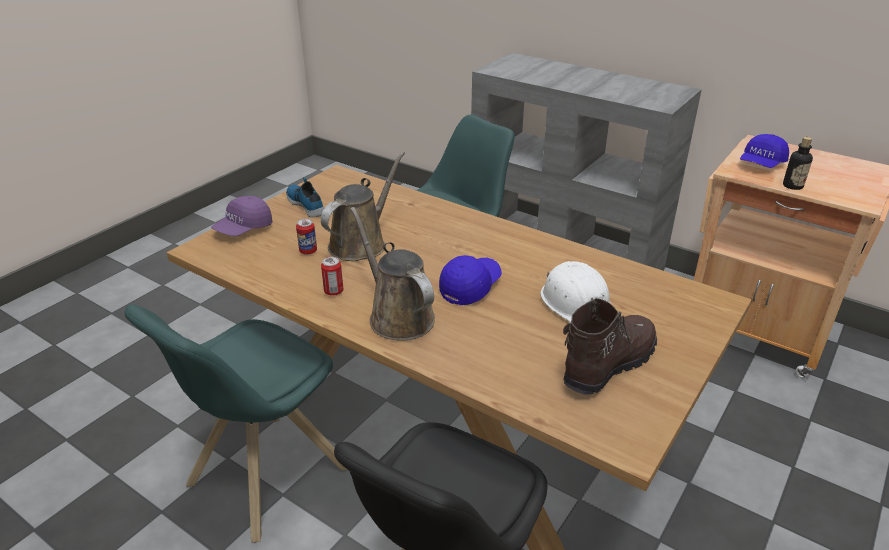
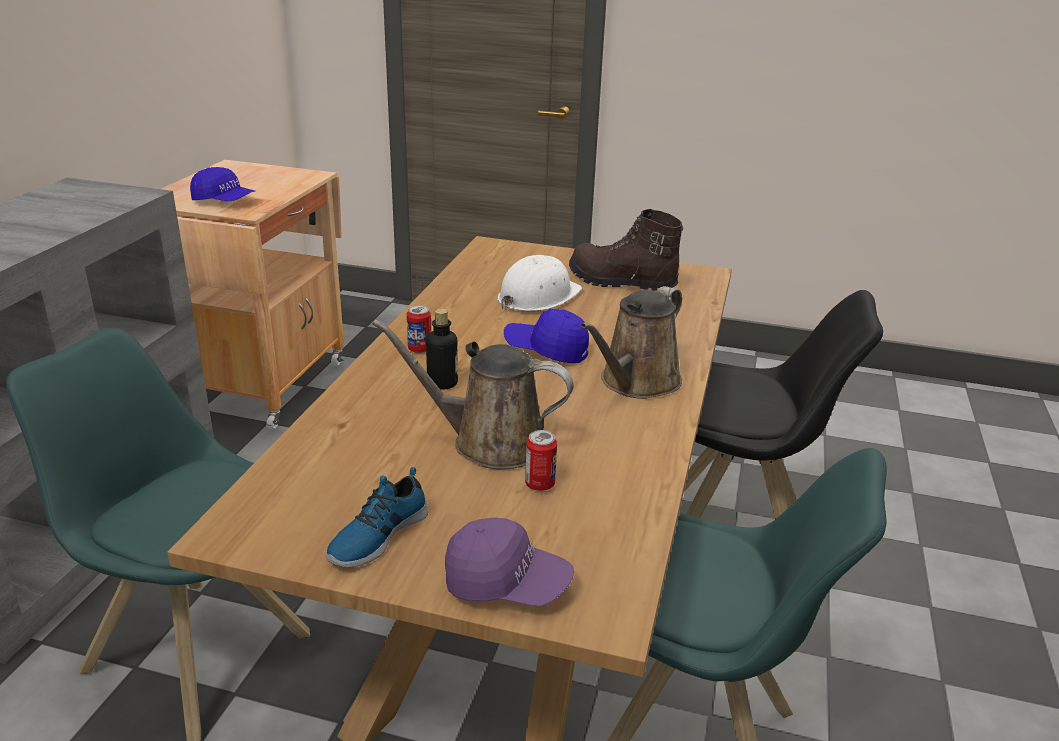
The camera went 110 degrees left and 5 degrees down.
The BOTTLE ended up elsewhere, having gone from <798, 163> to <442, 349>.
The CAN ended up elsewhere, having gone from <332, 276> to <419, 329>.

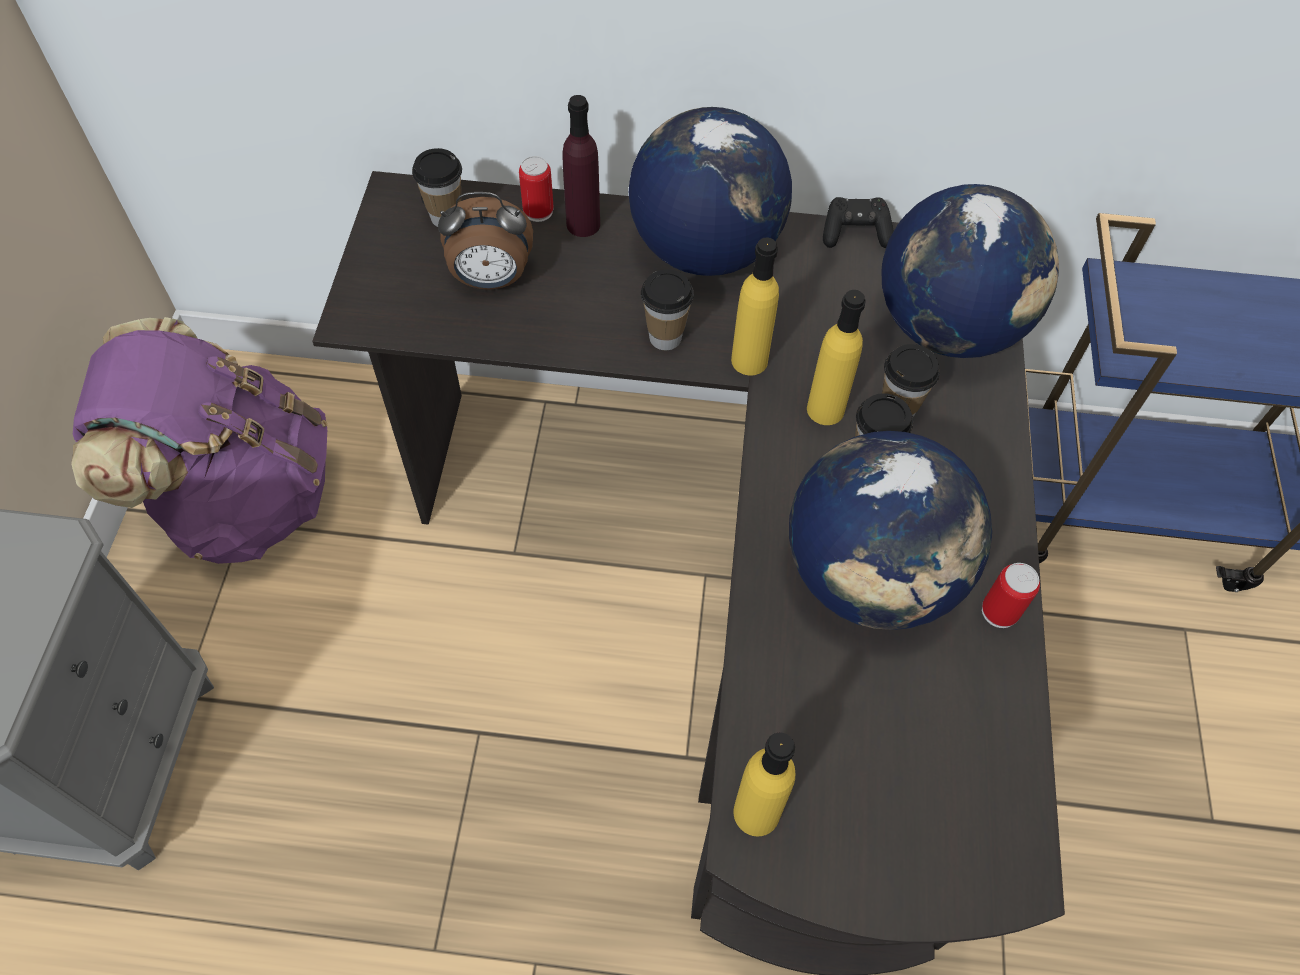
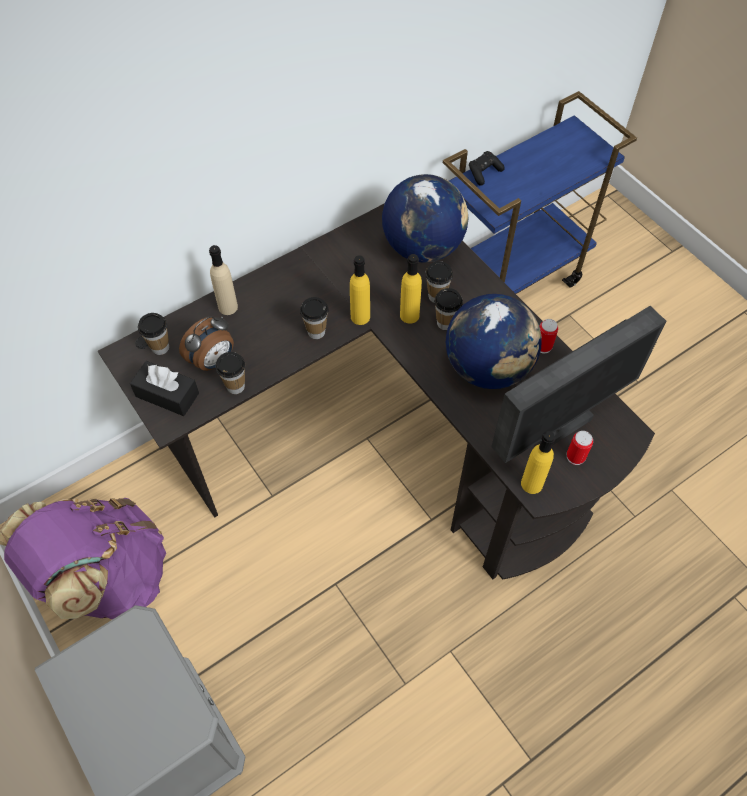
The camera went 40 degrees left and 0 degrees up.
What was the PURPLE BOTTLE at <581, 166> turned into the BEIGE BOTTLE at <223, 280>.
The second view lost the GLOBE at <710, 191>.
The CAN ended up elsewhere, having gone from <536, 189> to <580, 448>.
The BLACK GAME CONTROLLER ended up elsewhere, having gone from <858, 222> to <487, 168>.
The second view gained the MONITOR at <578, 384>.
The second view gained the CUP at <230, 373>.
The second view gained the BLACK TISSUE BOX at <164, 388>.

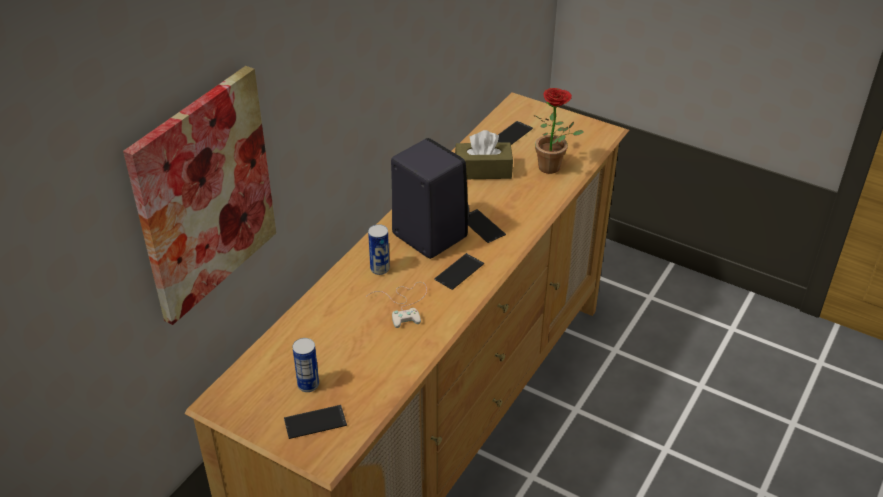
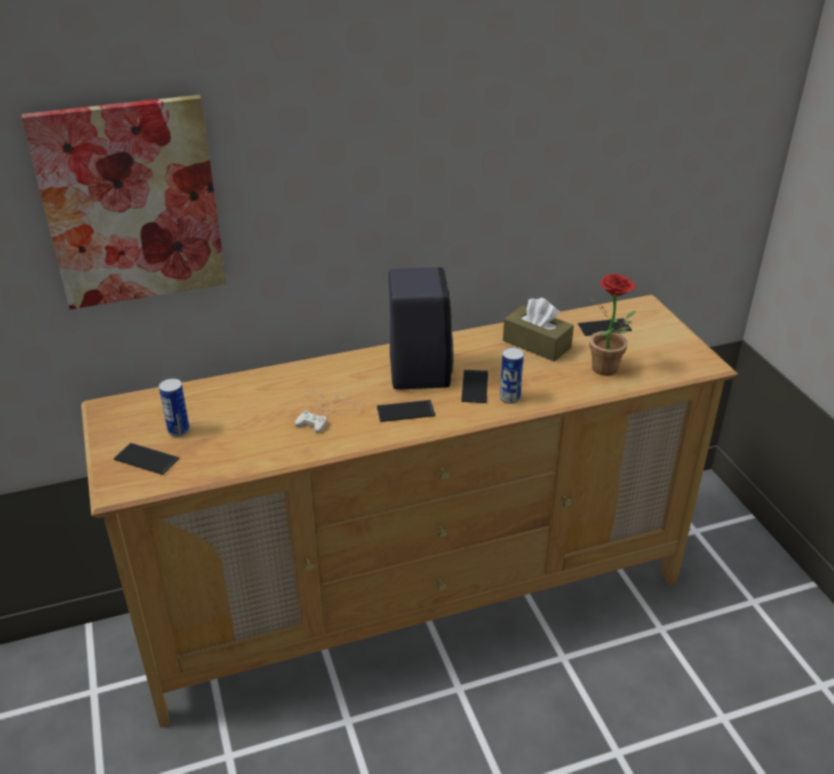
The camera went 40 degrees right and 5 degrees down.
The CAN ended up elsewhere, having gone from <379, 249> to <512, 375>.

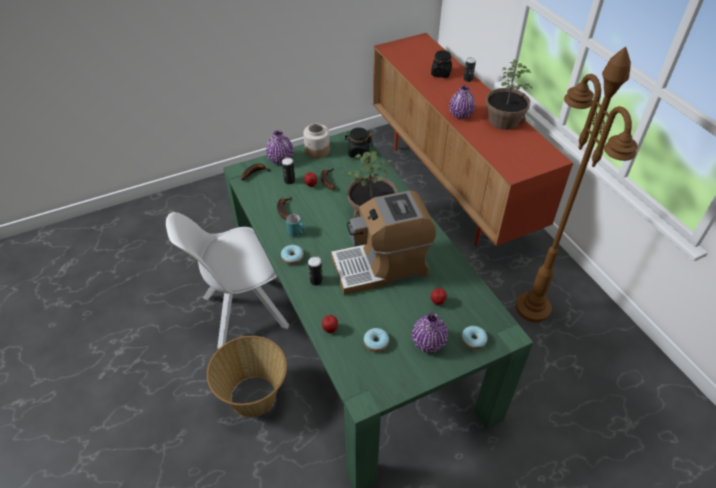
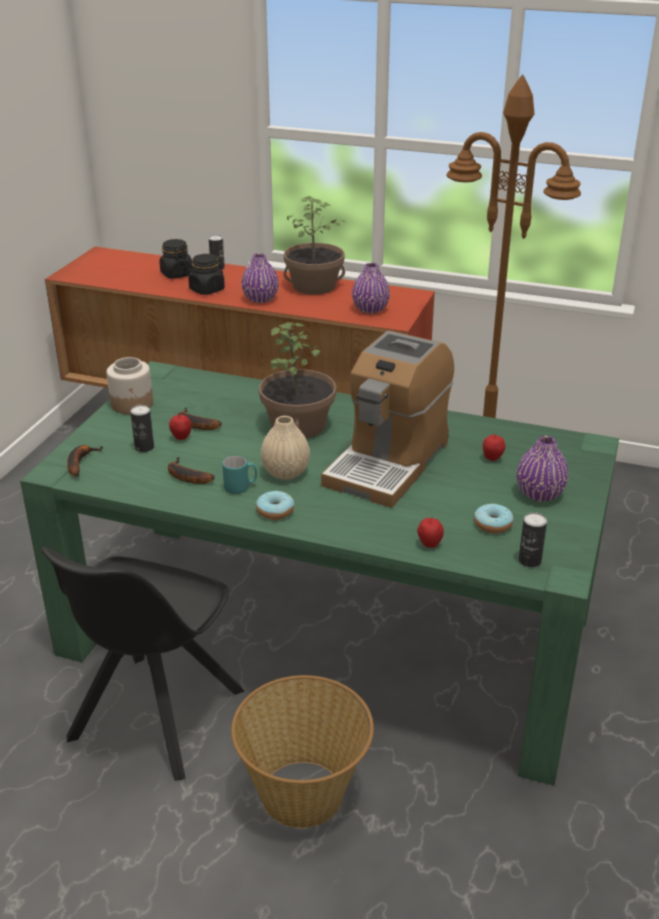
The camera went 45 degrees left and 15 degrees down.
The BLACK JAR ended up elsewhere, having gone from <359, 143> to <206, 274>.
The PURPLE VASE ended up elsewhere, having gone from <280, 147> to <371, 288>.
What was the WHITE CHAIR at <227, 280> turned into the BLACK CHAIR at <143, 663>.
The CAN ended up elsewhere, having gone from <315, 271> to <533, 539>.
The second view lost the DONUT at <474, 337>.
The second view gained the BEIGE VASE at <285, 448>.

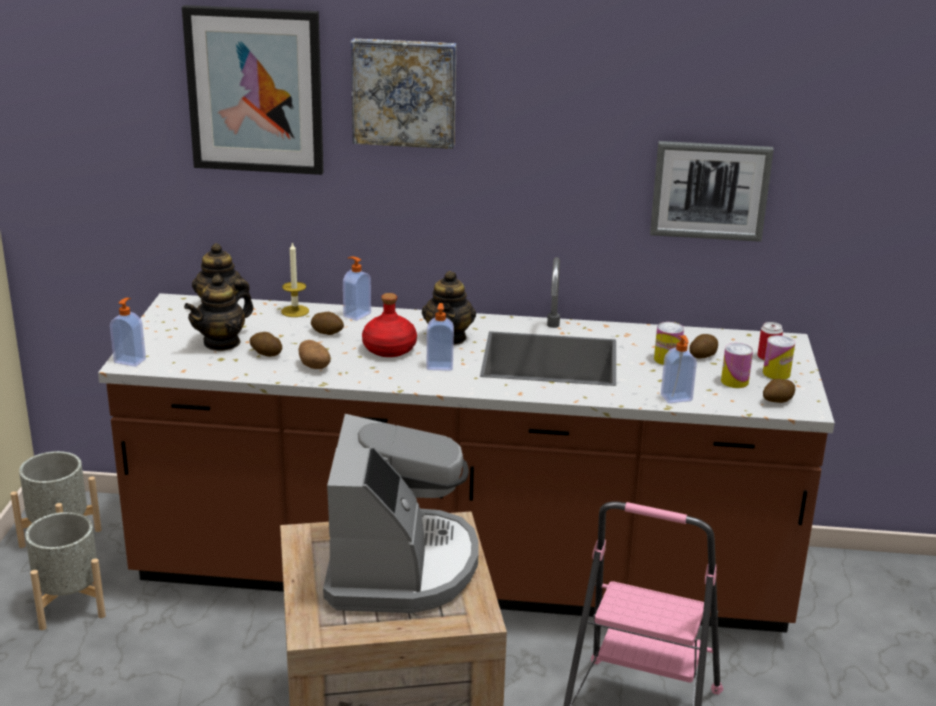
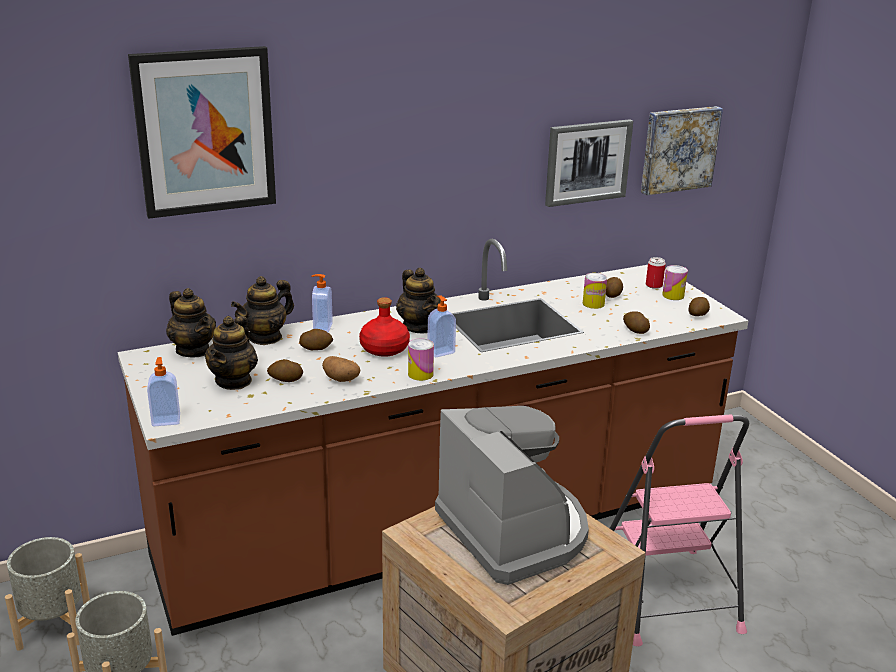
The camera went 30 degrees left and 0 degrees up.
The PICTURE ended up elsewhere, having gone from <403, 93> to <682, 150>.
Where the CANDLE stood at <295, 279>, the TEAPOT came to stand at <262, 310>.
Where the SOAP DISPENSER stood at <679, 369>, the POTATO came to stand at <636, 323>.
The CAN ended up elsewhere, having gone from <737, 365> to <421, 359>.

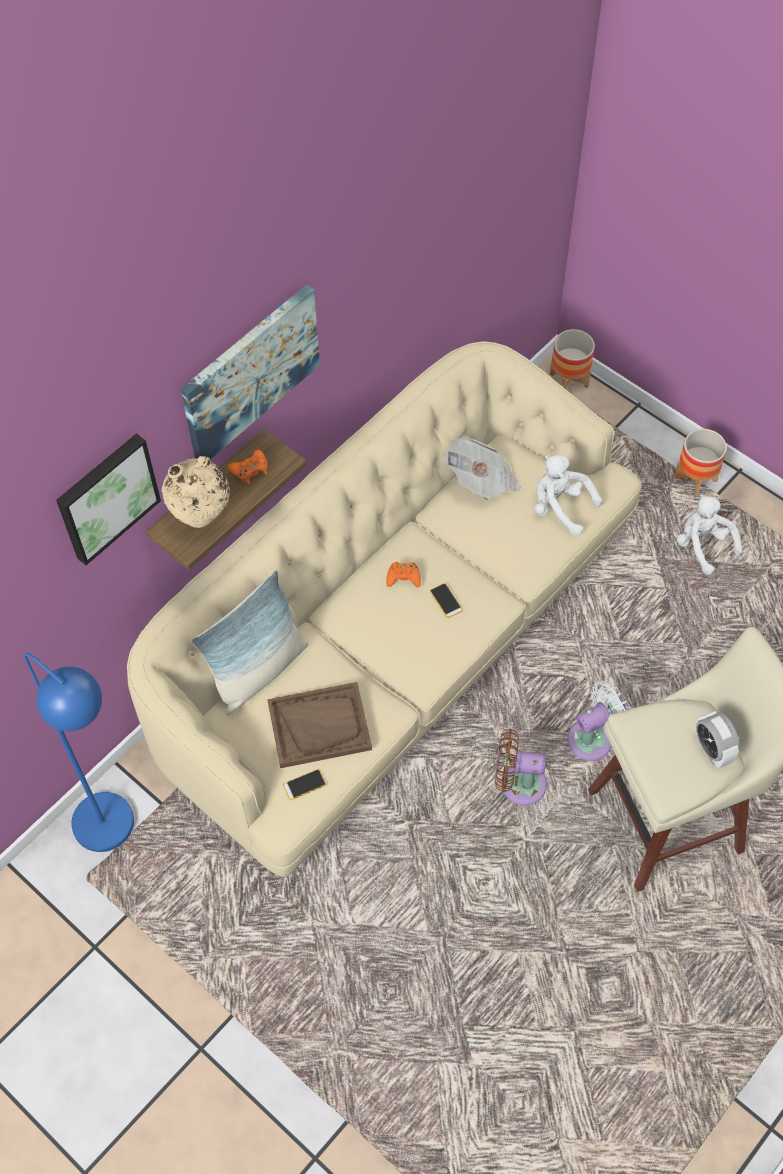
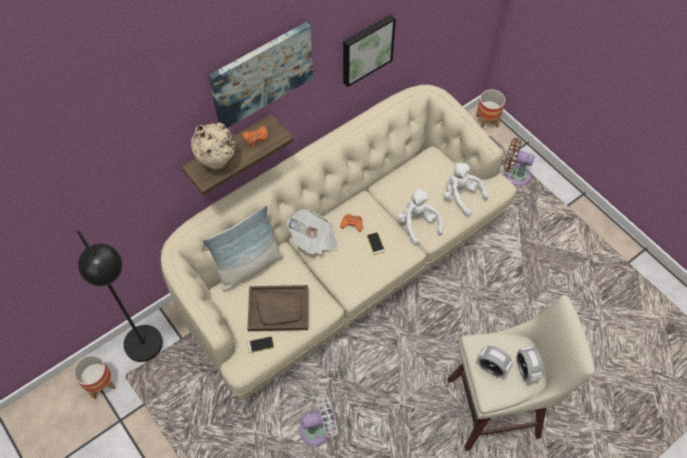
The camera went 10 degrees right and 0 degrees up.
The PLANTER ended up elsewhere, having gone from <700, 462> to <94, 377>.
The PICTURE ended up elsewhere, having gone from <108, 499> to <369, 51>.
The NEWSPAPER ended up elsewhere, having gone from <482, 468> to <313, 232>.
The WHITE PLUSH TOY ended up elsewhere, having gone from <709, 534> to <420, 216>.
What was the BLUE FLOOR LAMP at <78, 752> turned into the BLACK FLOOR LAMP at <120, 296>.
The WHITE FAN ended up elsewhere, having gone from <599, 720> to <318, 420>.
The BROWN FAN ended up elsewhere, having gone from <521, 767> to <519, 162>.
The second view gained the ALARM CLOCK at <495, 362>.

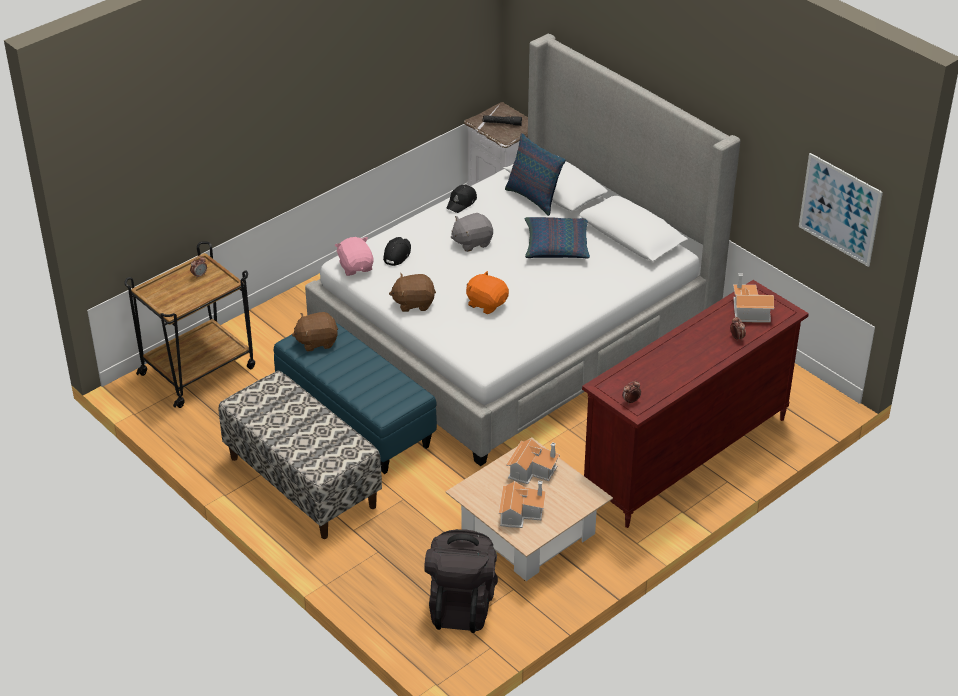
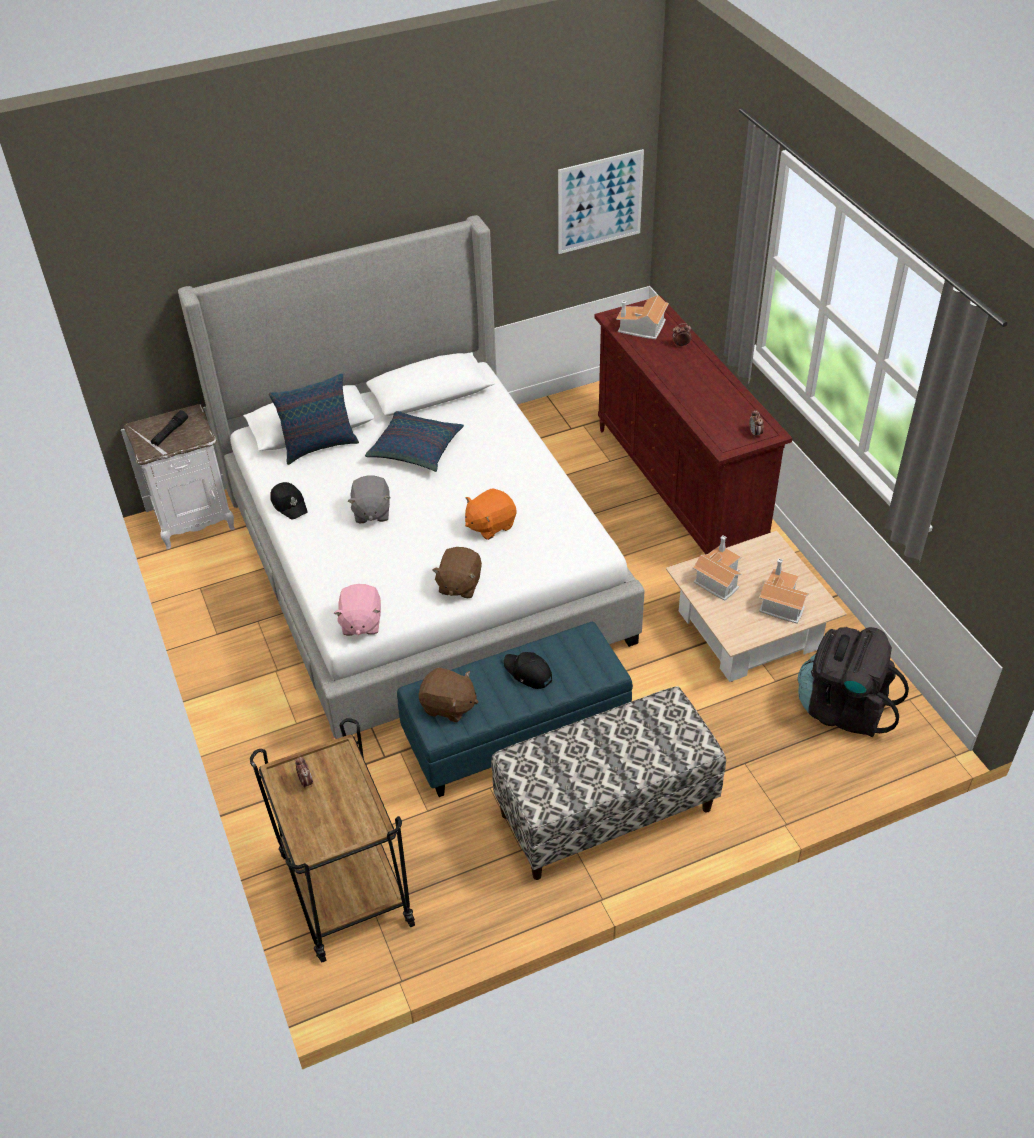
The camera went 70 degrees left and 5 degrees up.
The PINK PLUSH TOY at <354, 256> ended up facing another way, 90 degrees counterclockwise from before.
The BLACK CAP ended up elsewhere, having gone from <397, 251> to <528, 670>.
The BROWN PLUSH TOY at <315, 332> ended up facing another way, 75 degrees counterclockwise from before.

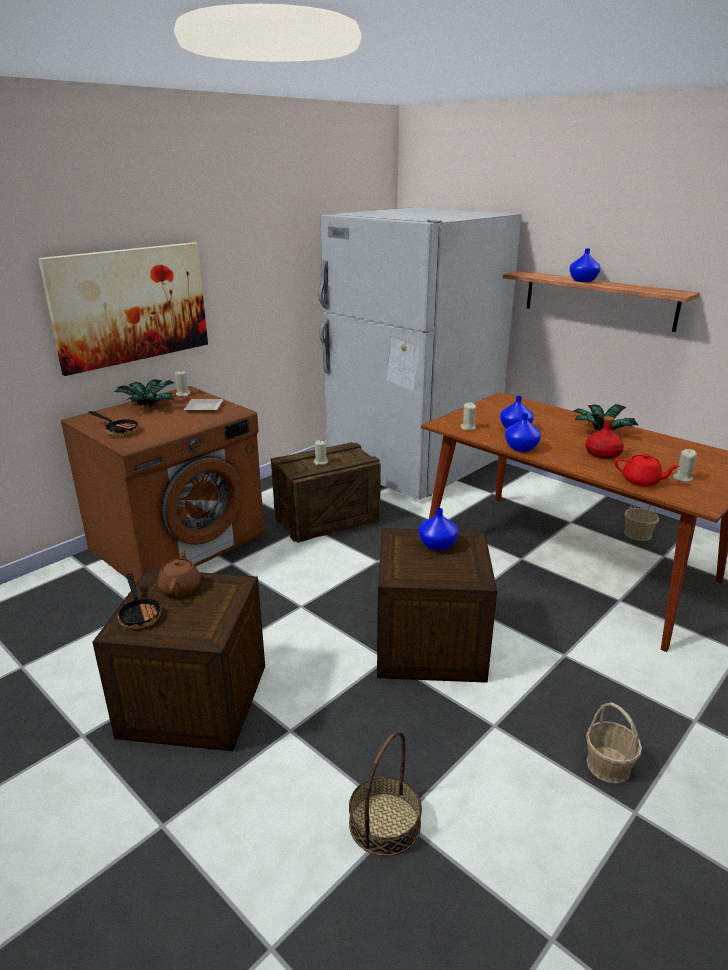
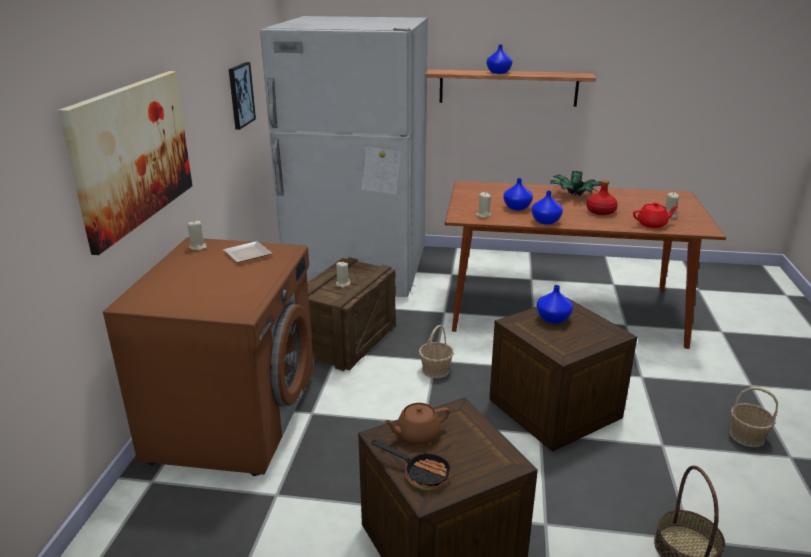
The camera went 35 degrees left and 0 degrees up.
The second view lost the POTTED PLANT at <144, 393>.
The second view lost the FRYING PAN at <113, 423>.
The BASKET ended up elsewhere, having gone from <641, 520> to <436, 351>.
The BROWN TEAPOT at <178, 572> ended up facing another way, 75 degrees counterclockwise from before.
The second view gained the PICTURE at <242, 96>.

